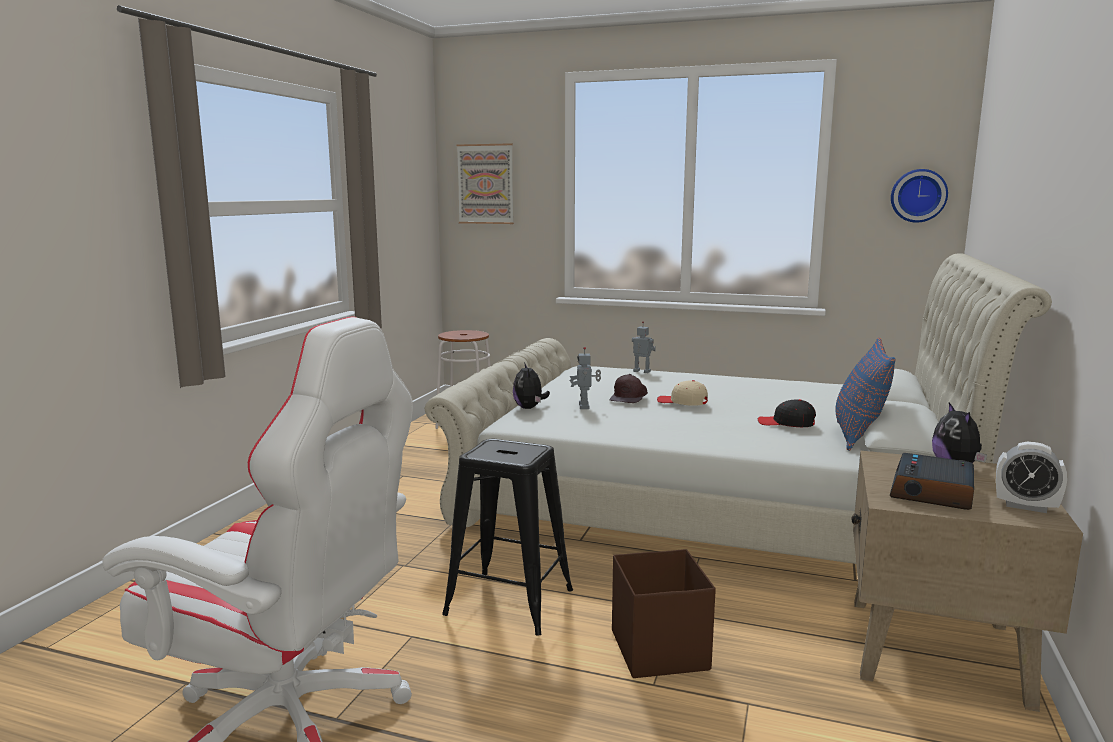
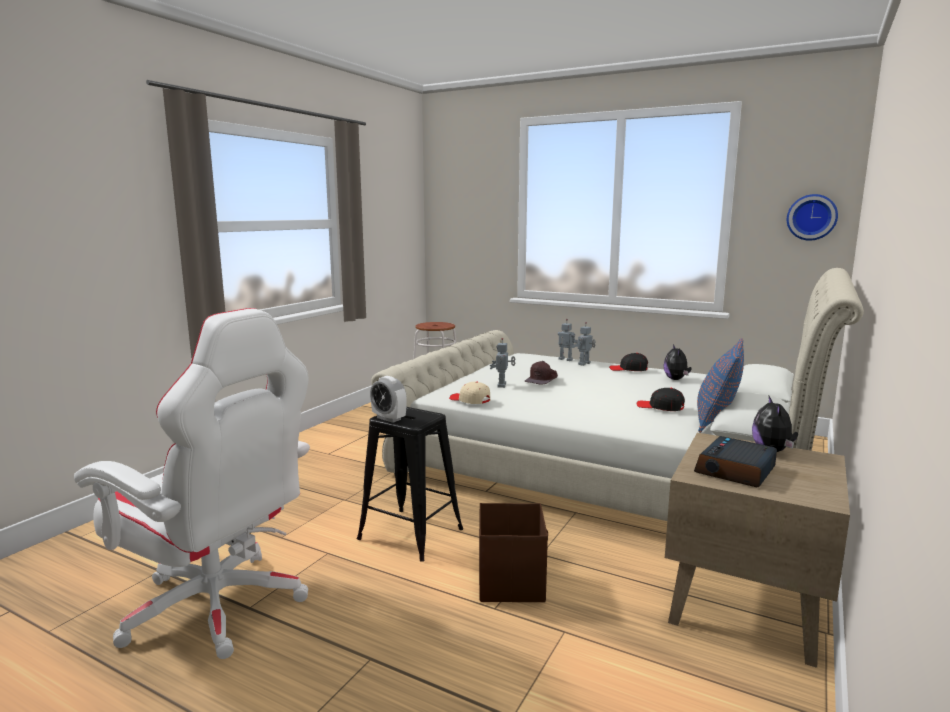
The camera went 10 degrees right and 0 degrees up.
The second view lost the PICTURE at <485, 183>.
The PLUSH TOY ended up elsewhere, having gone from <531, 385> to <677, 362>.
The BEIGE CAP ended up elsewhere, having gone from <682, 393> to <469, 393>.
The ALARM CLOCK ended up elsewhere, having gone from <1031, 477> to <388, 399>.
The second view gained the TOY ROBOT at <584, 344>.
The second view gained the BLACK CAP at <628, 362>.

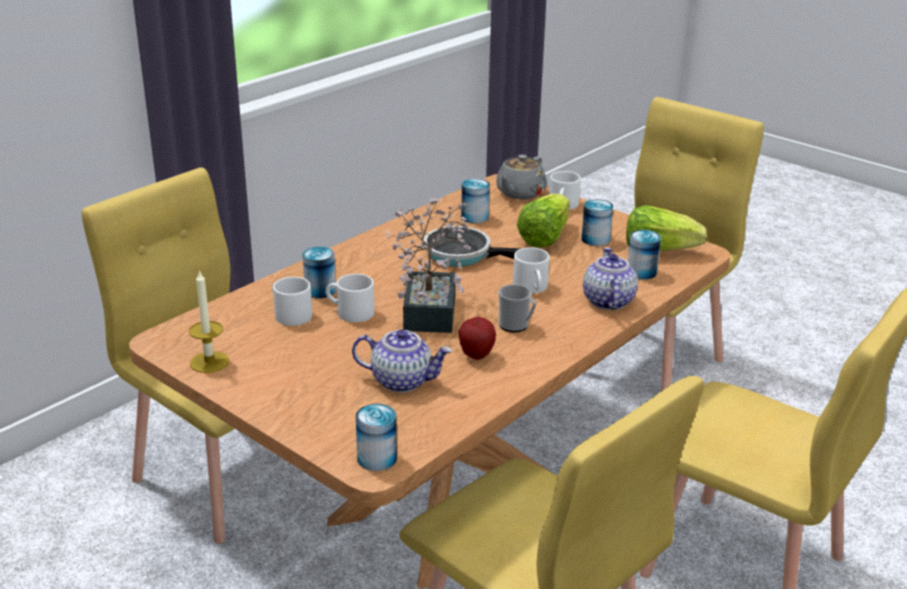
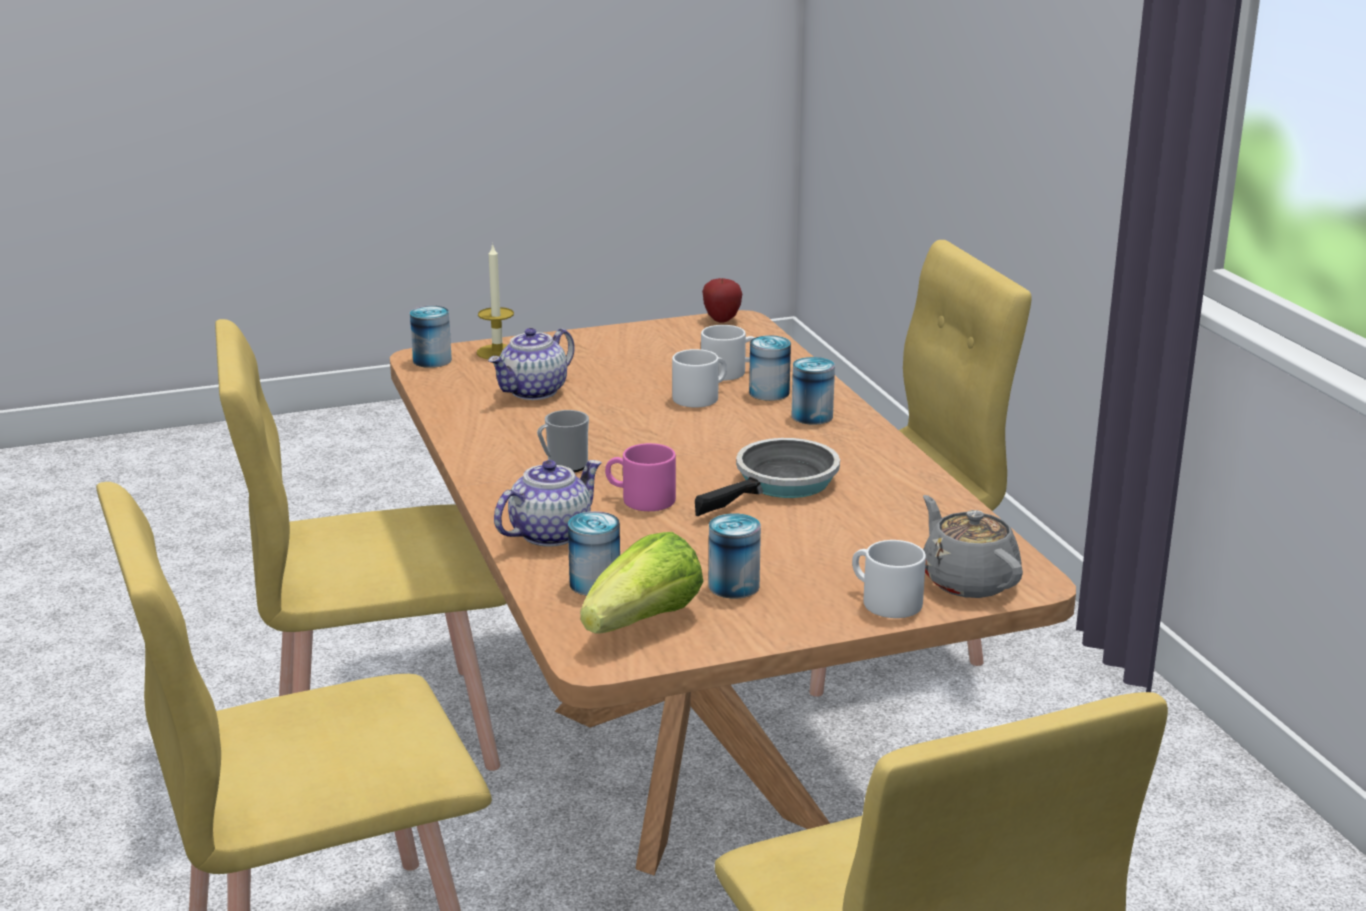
The camera went 120 degrees right and 5 degrees down.
The CAN ended up elsewhere, having gone from <475, 201> to <813, 391>.
The second view lost the LETTUCE at <543, 220>.
The second view lost the POTTED PLANT at <429, 265>.
What was the WHITE MUG at <531, 270> turned into the PINK MUG at <640, 477>.
The TEAPOT at <610, 278> ended up facing another way, 75 degrees counterclockwise from before.
The CANDLE ended up elsewhere, having gone from <209, 321> to <495, 301>.
The APPLE ended up elsewhere, having gone from <477, 338> to <722, 300>.

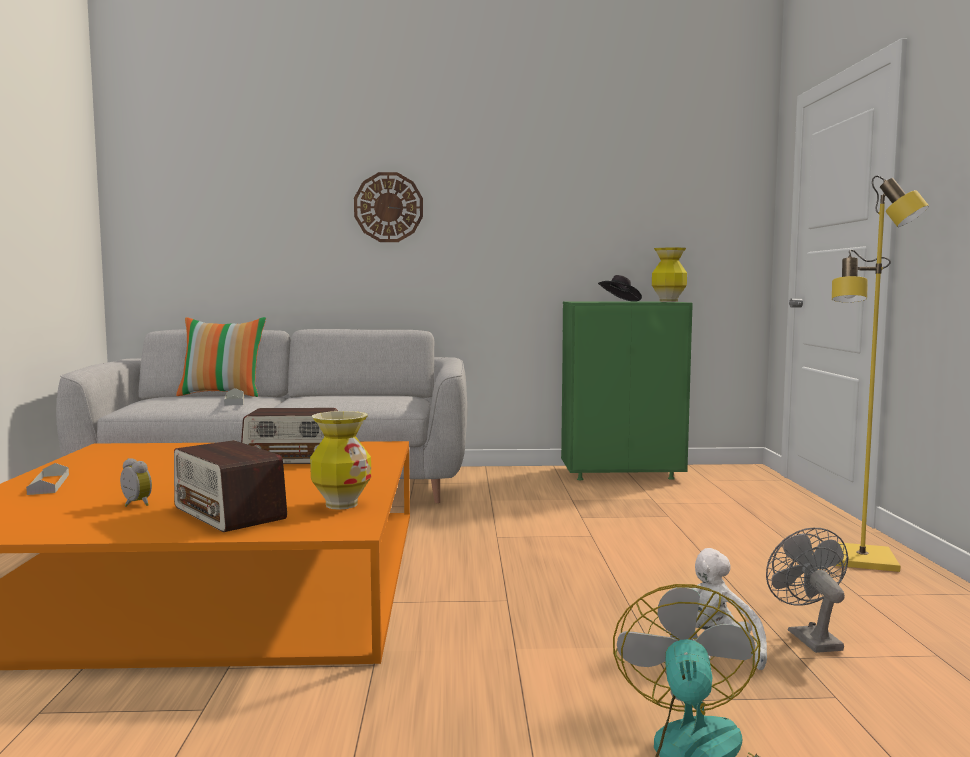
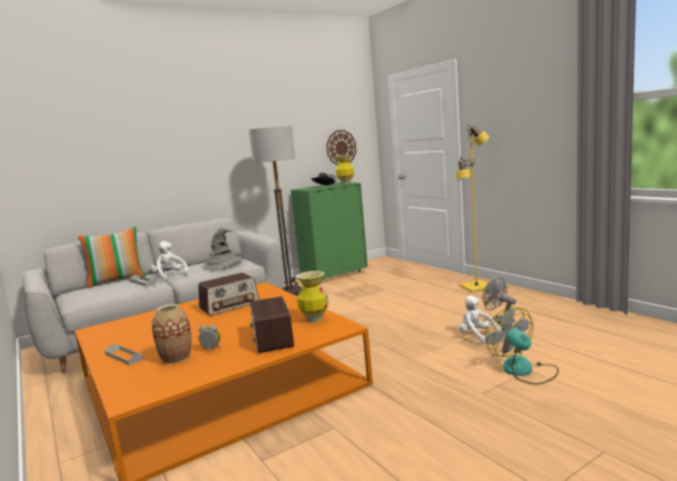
The camera went 30 degrees left and 5 degrees up.
The WALL CLOCK ended up elsewhere, having gone from <388, 207> to <341, 147>.
The RADIO at <230, 486> ended up facing another way, 60 degrees clockwise from before.
The second view gained the FLOOR LAMP at <276, 211>.
The second view gained the GREY HAT at <222, 248>.
The second view gained the WHITE PLUSH TOY at <169, 261>.
The second view gained the VASE at <172, 334>.

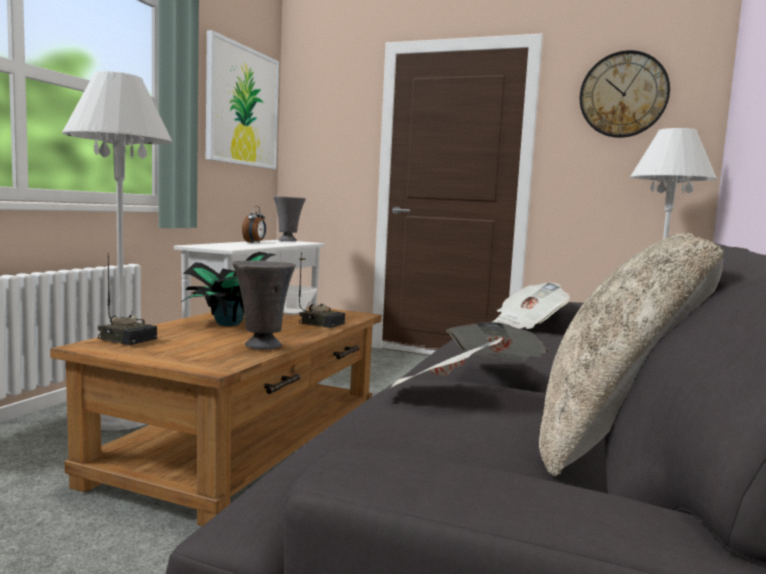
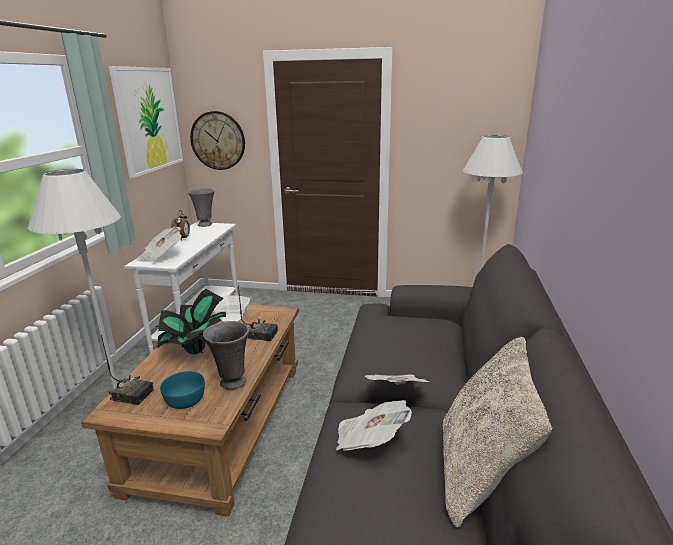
The camera went 10 degrees left and 15 degrees up.
The WALL CLOCK ended up elsewhere, having gone from <625, 94> to <217, 140>.
The NEWSPAPER ended up elsewhere, having gone from <531, 305> to <159, 244>.
The second view gained the TURQUOISE BOWL at <182, 390>.

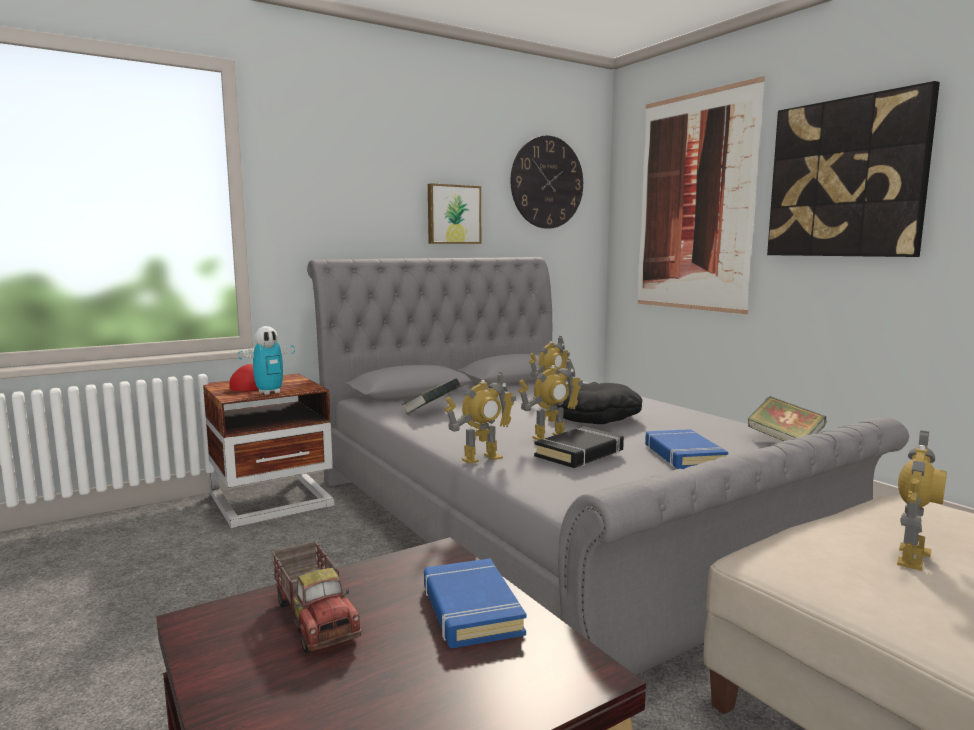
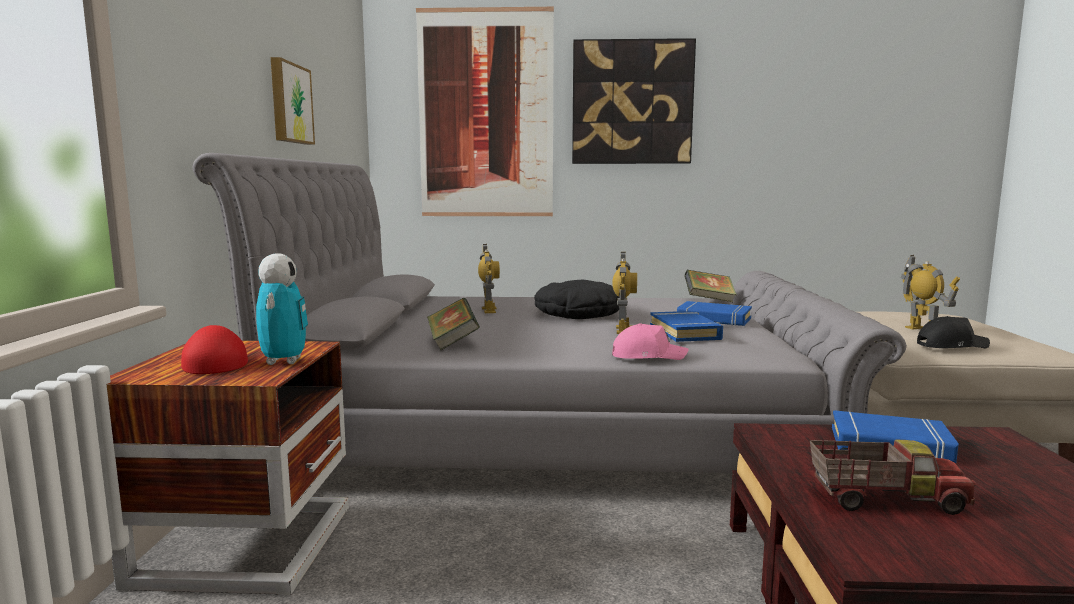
The camera went 55 degrees left and 0 degrees up.
The second view lost the WALL CLOCK at <547, 182>.
Where the TOY ROBOT stood at <480, 418>, the PINK CAP came to stand at <650, 341>.
What was the BLACK BOOK at <579, 447> turned into the BLUE BOOK at <686, 326>.
The second view gained the BLACK CAP at <953, 332>.

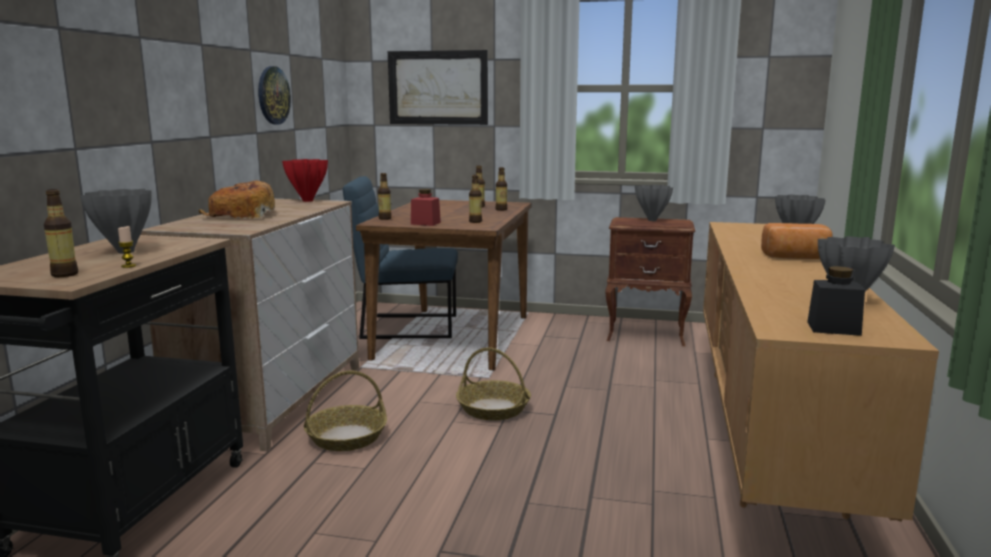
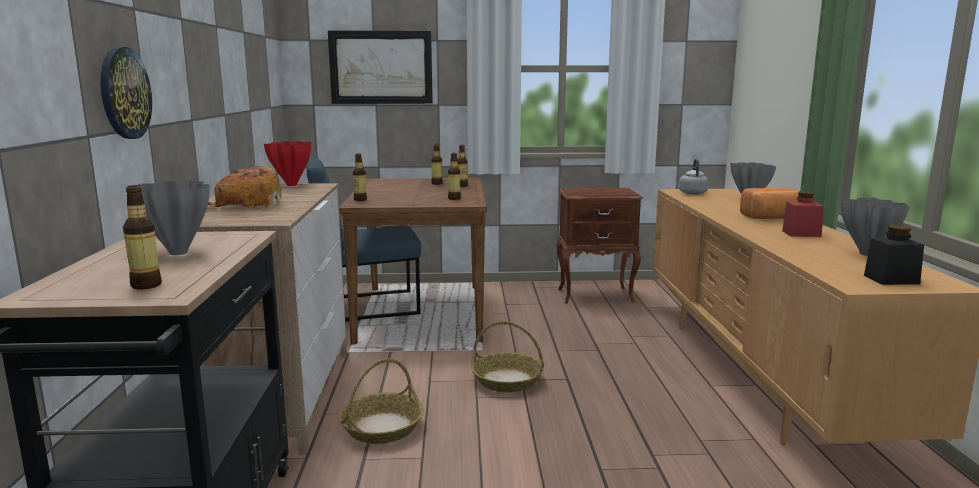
The camera went 15 degrees left and 0 degrees up.
The WALL CLOCK ended up elsewhere, having gone from <274, 95> to <126, 93>.
The second view lost the GREY VASE at <654, 203>.
The RED JAR ended up elsewhere, having gone from <426, 207> to <803, 214>.
The second view lost the CANDLE at <127, 247>.
The second view gained the GREY KETTLE at <693, 176>.

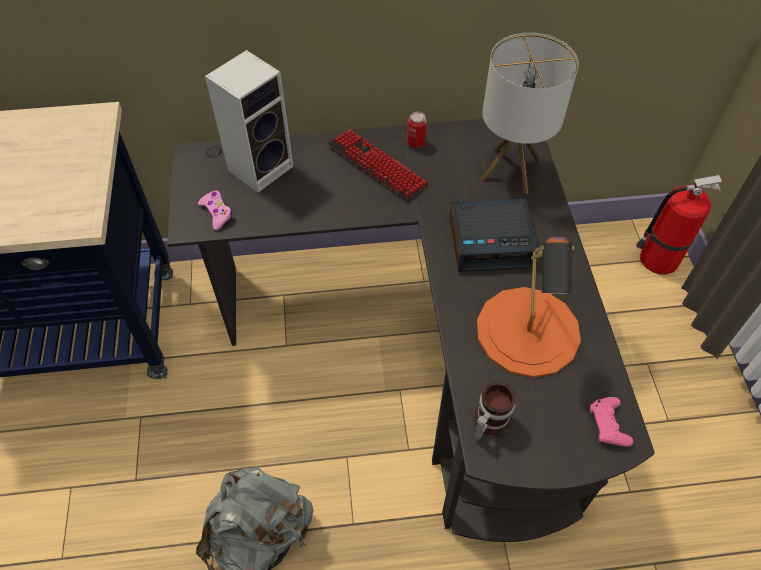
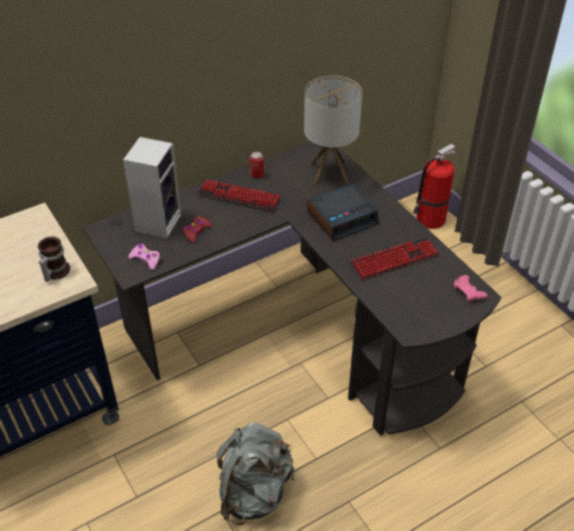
The camera went 25 degrees left and 10 degrees down.
Where the ORANGE TABLE LAMP stood at <529, 307>, the KEYBOARD came to stand at <394, 258>.
The MUG ended up elsewhere, having gone from <494, 410> to <54, 259>.
The second view gained the RED GAME CONTROLLER at <197, 229>.

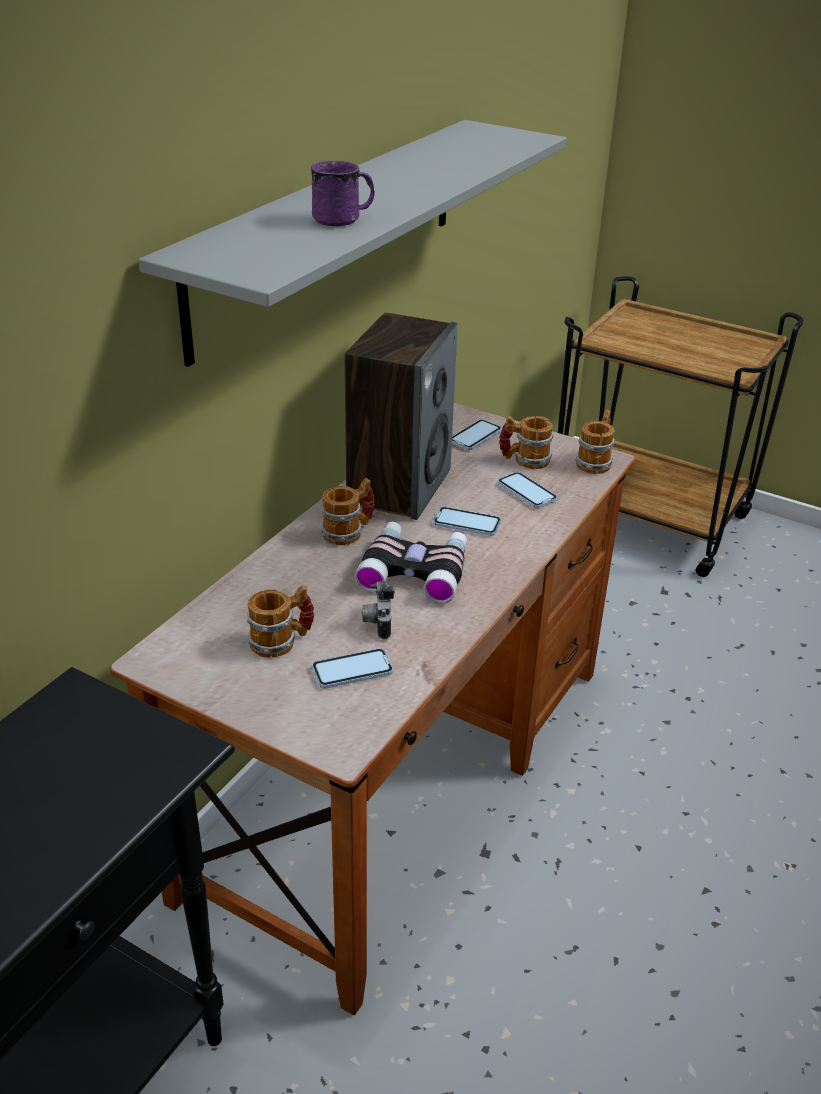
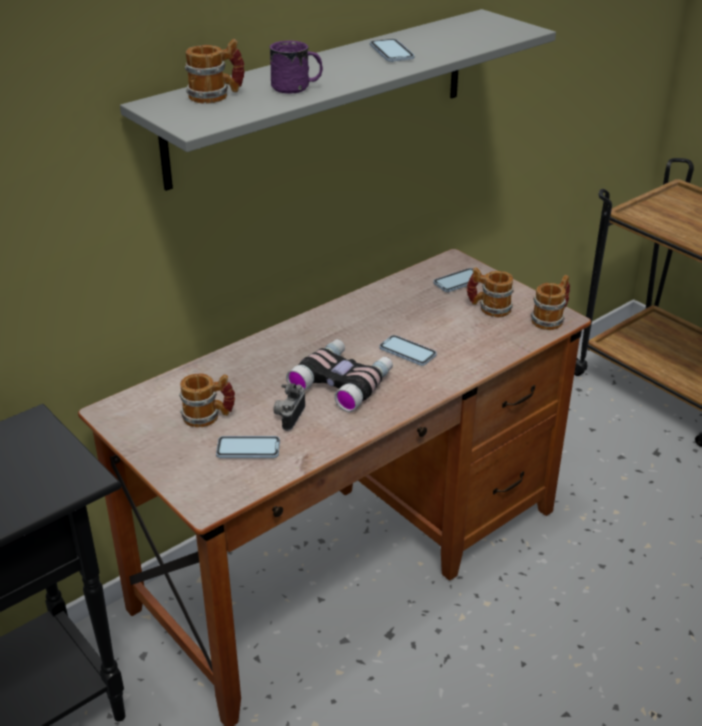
The camera went 20 degrees right and 0 degrees up.
The second view lost the SPEAKER at <401, 416>.
The PHONE ended up elsewhere, having gone from <527, 490> to <392, 50>.
The MUG ended up elsewhere, having gone from <348, 511> to <215, 71>.

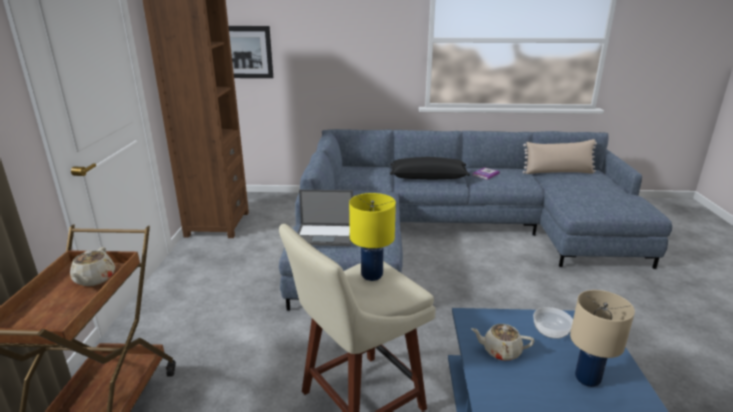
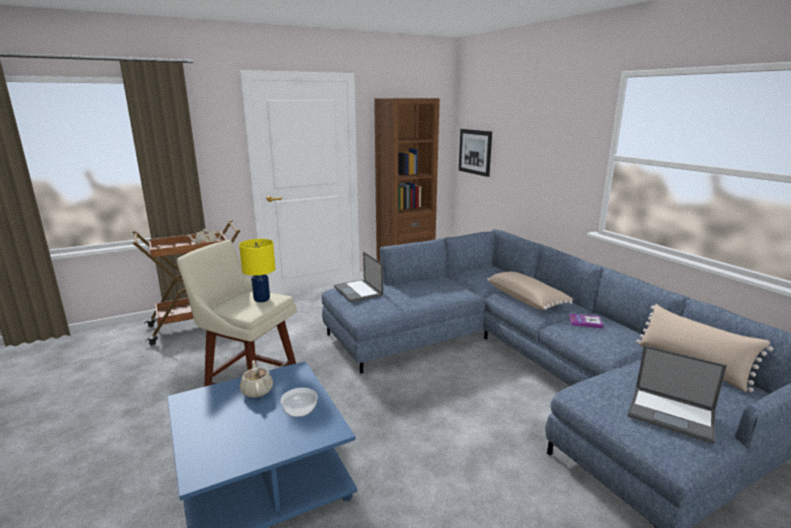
The camera went 60 degrees right and 5 degrees down.
What was the BLACK PILLOW at <430, 168> turned into the BEIGE PILLOW at <530, 291>.
The second view lost the BEIGE TABLE LAMP at <602, 338>.
The second view gained the LAPTOP at <677, 394>.

